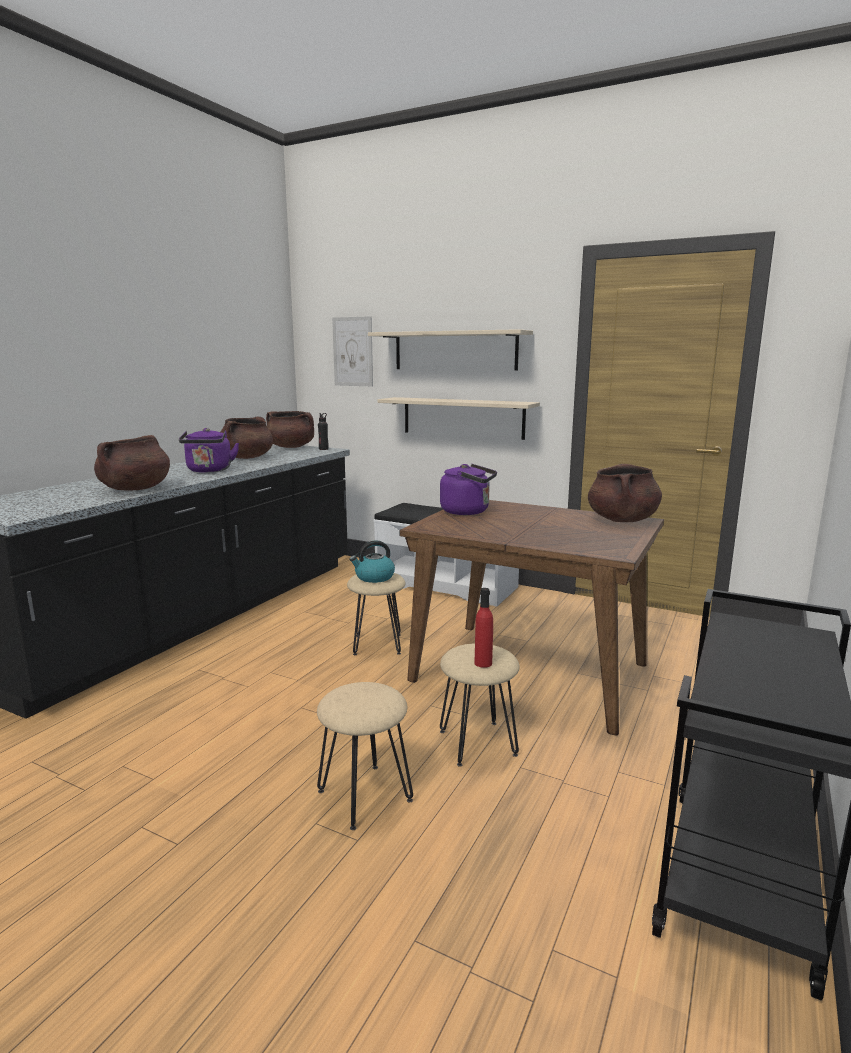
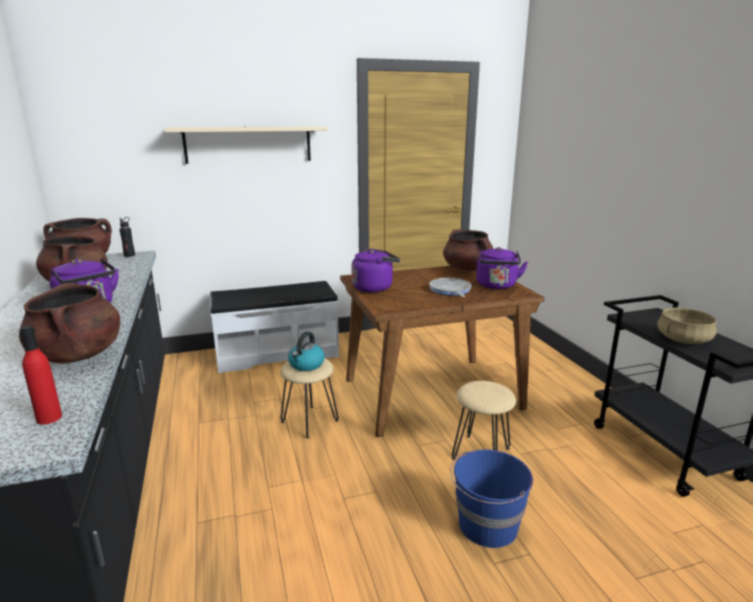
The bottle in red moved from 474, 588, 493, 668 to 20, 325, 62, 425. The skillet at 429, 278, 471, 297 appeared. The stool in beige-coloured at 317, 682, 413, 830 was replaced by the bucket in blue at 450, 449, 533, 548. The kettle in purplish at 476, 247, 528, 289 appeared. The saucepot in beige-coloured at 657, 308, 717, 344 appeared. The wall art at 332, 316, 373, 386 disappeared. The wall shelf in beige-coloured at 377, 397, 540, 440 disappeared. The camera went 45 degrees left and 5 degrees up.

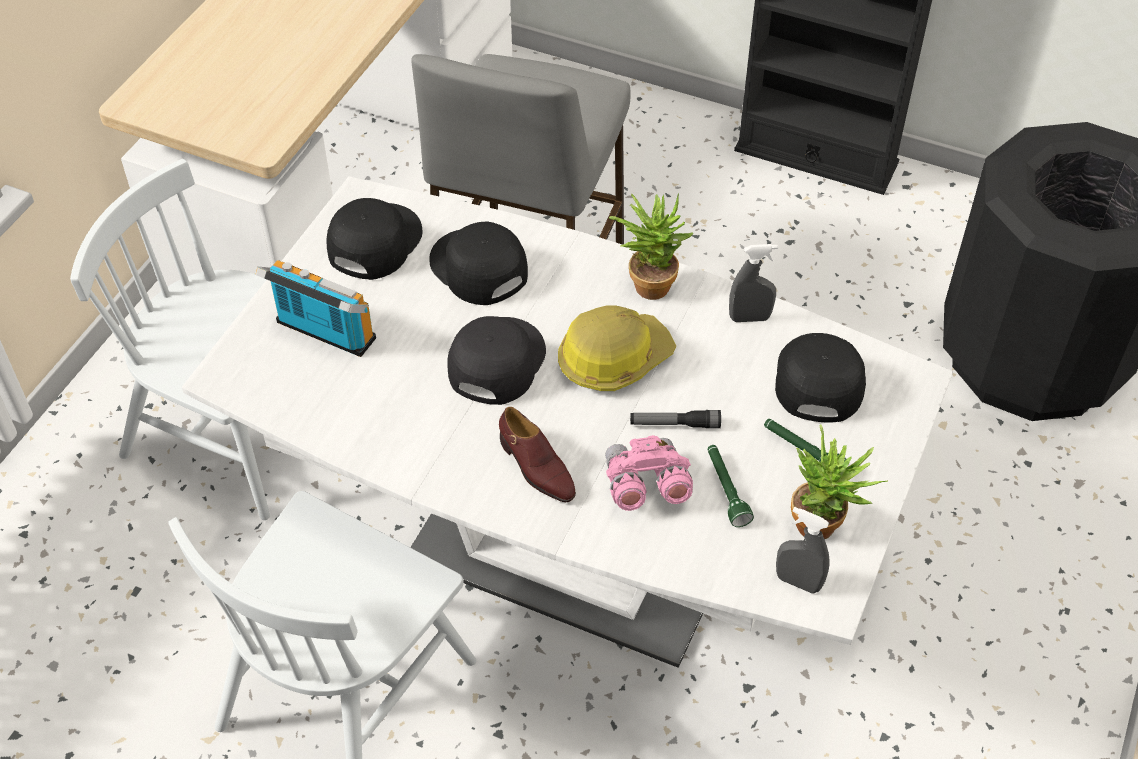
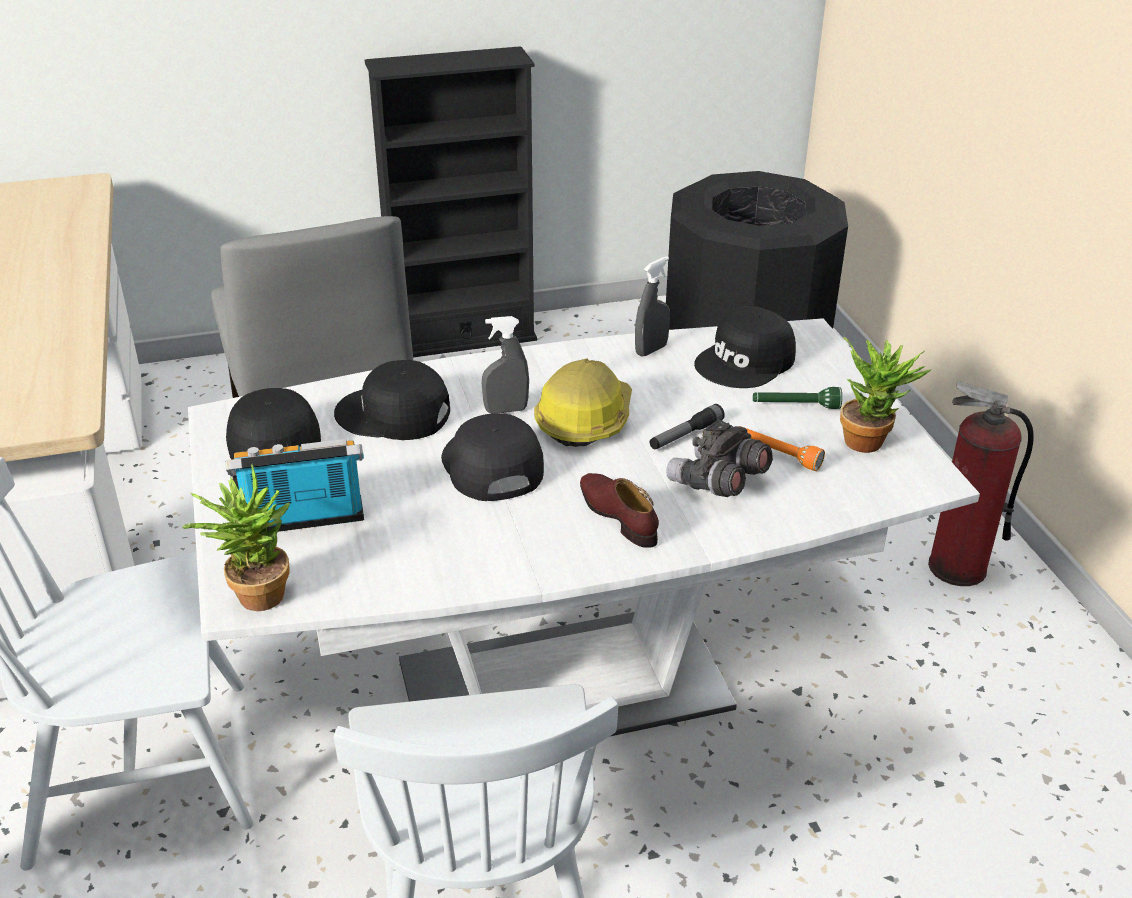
The plant in a pot moved from 609, 193, 694, 300 to 182, 465, 290, 611. The sprayer in greyish moved from 776, 507, 830, 594 to 482, 316, 529, 413. The low shoe in brownish at 499, 407, 576, 502 turned 135 degrees counterclockwise. The field glasses in pink at 605, 435, 693, 511 became the field glasses in greyish at 666, 419, 773, 497. The baseball cap in blackish at 775, 333, 866, 423 turned 105 degrees counterclockwise. The hand torch in green at 708, 445, 754, 527 became the hand torch in orangey at 739, 426, 825, 471. The fire extinguisher at 928, 381, 1034, 586 appeared. The camera went 40 degrees left and 15 degrees down.

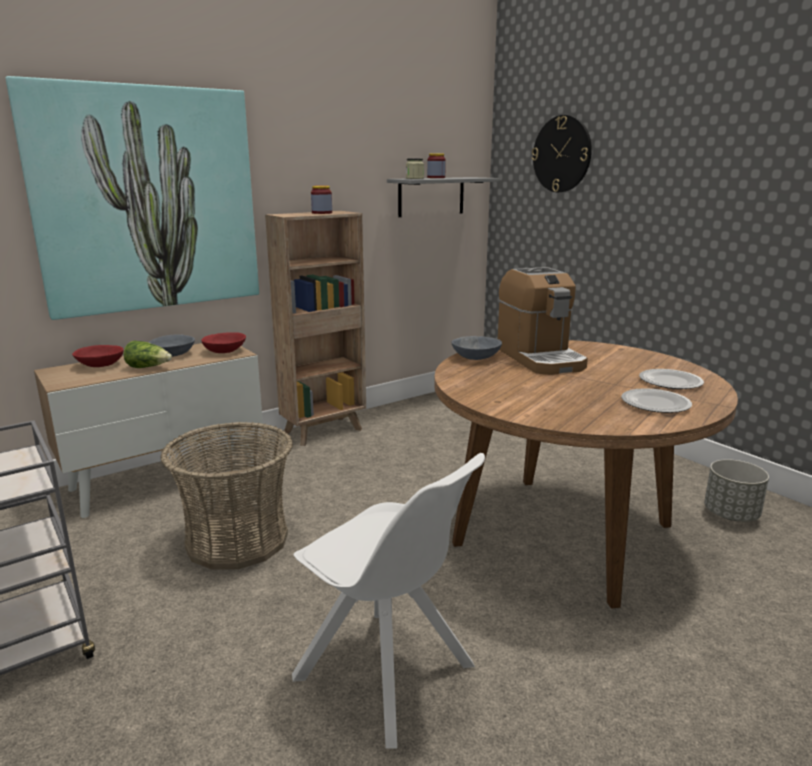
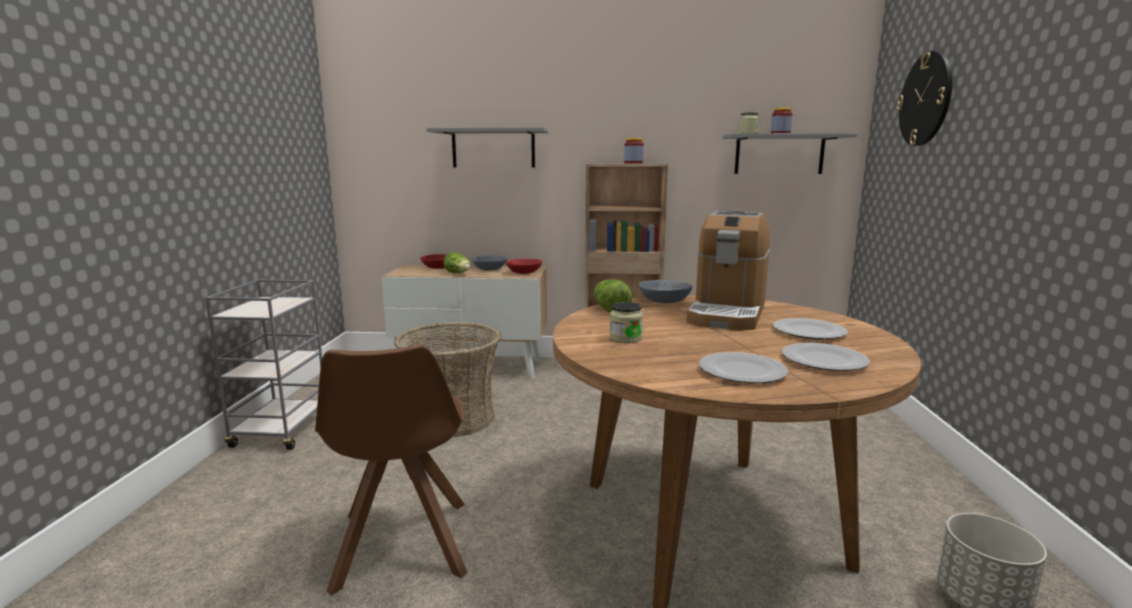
The upright chair in white at 292, 453, 485, 749 became the upright chair in brownish at 315, 345, 468, 596. The wall art at 6, 76, 259, 320 was replaced by the wall shelf in greyish at 426, 127, 548, 168. The lettuce head at 594, 279, 632, 312 appeared. The storage jar at 610, 302, 643, 343 appeared. The dinner plate at 773, 318, 848, 340 appeared. The camera went 40 degrees right and 5 degrees down.

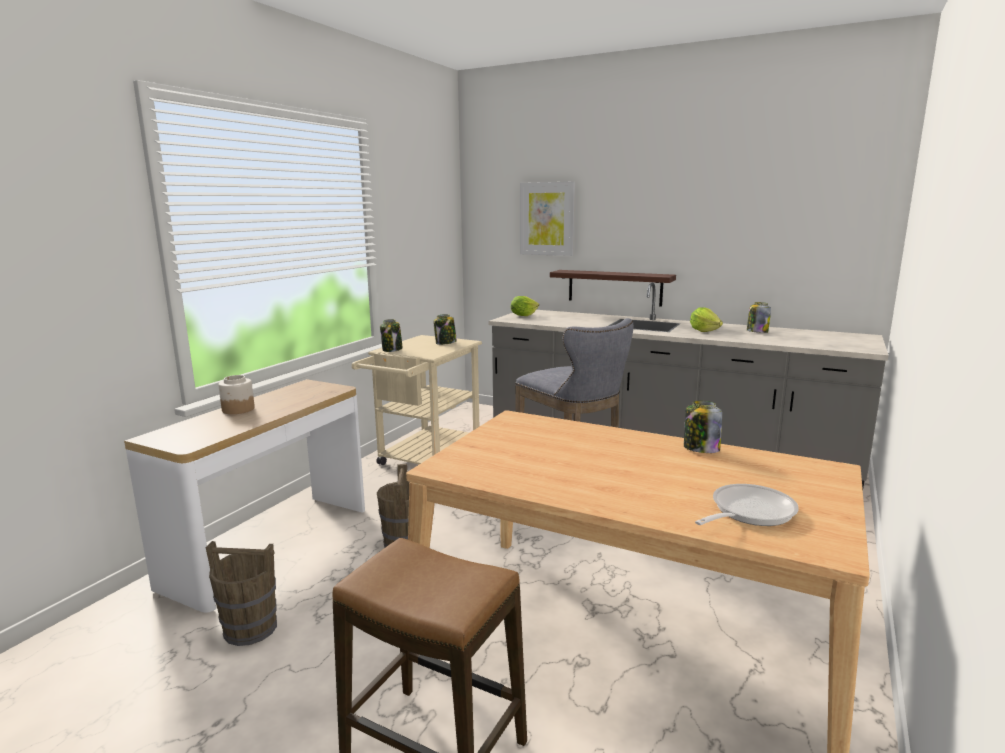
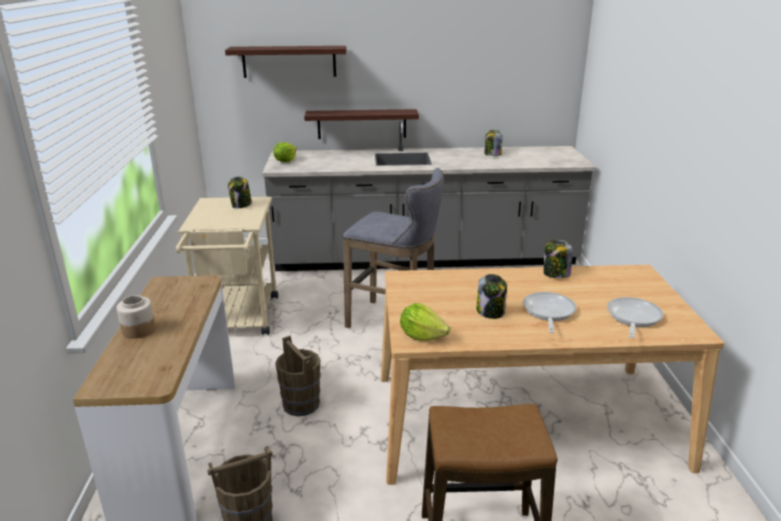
The wall art at 520, 181, 575, 256 was replaced by the wall shelf at 225, 46, 347, 78. The lettuce head moved from 690, 307, 723, 332 to 400, 303, 450, 341. The storage jar moved from 380, 319, 402, 352 to 477, 274, 507, 319. The skillet at 523, 292, 576, 333 appeared. The camera went 30 degrees left and 10 degrees up.

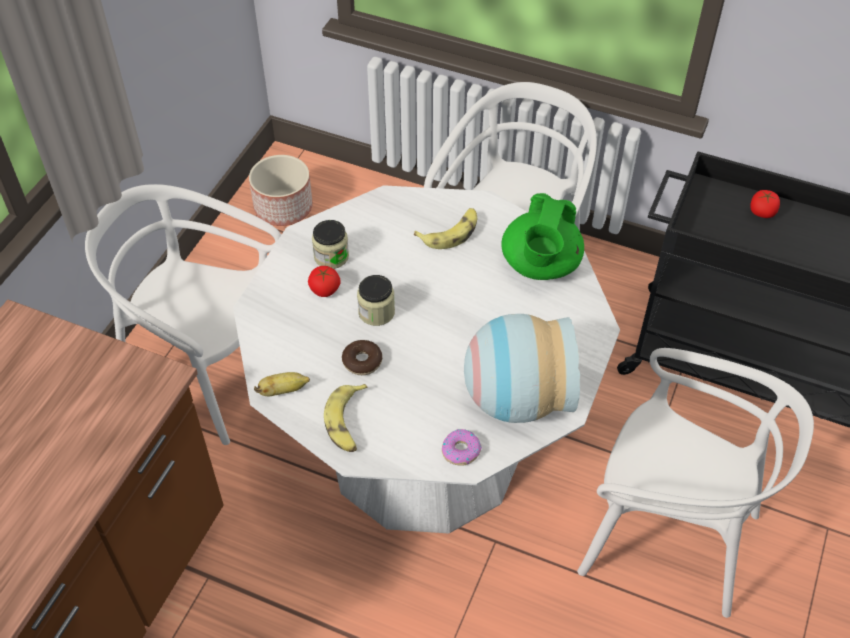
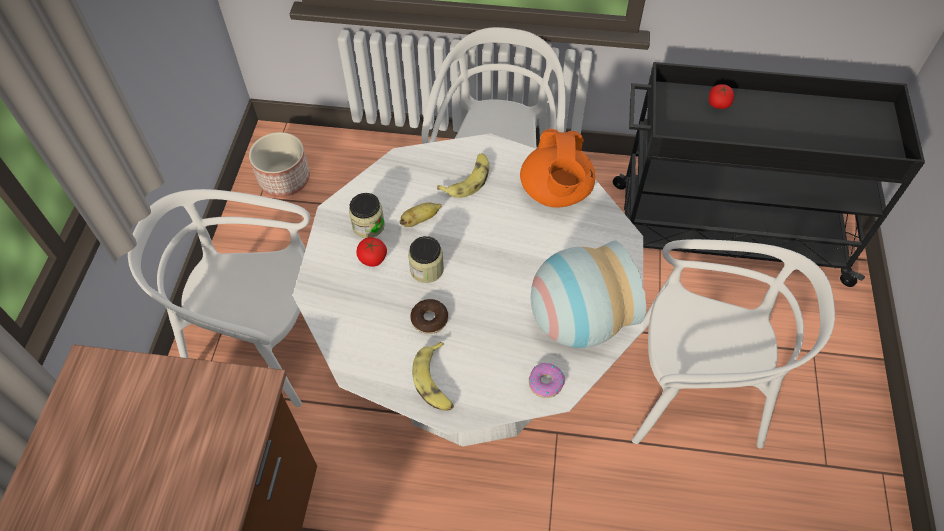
The banana moved from 254, 372, 310, 396 to 400, 203, 442, 227. The pot for tea in green at 501, 193, 584, 280 became the pot for tea in orangey at 520, 129, 595, 208. The camera went 15 degrees left and 5 degrees up.

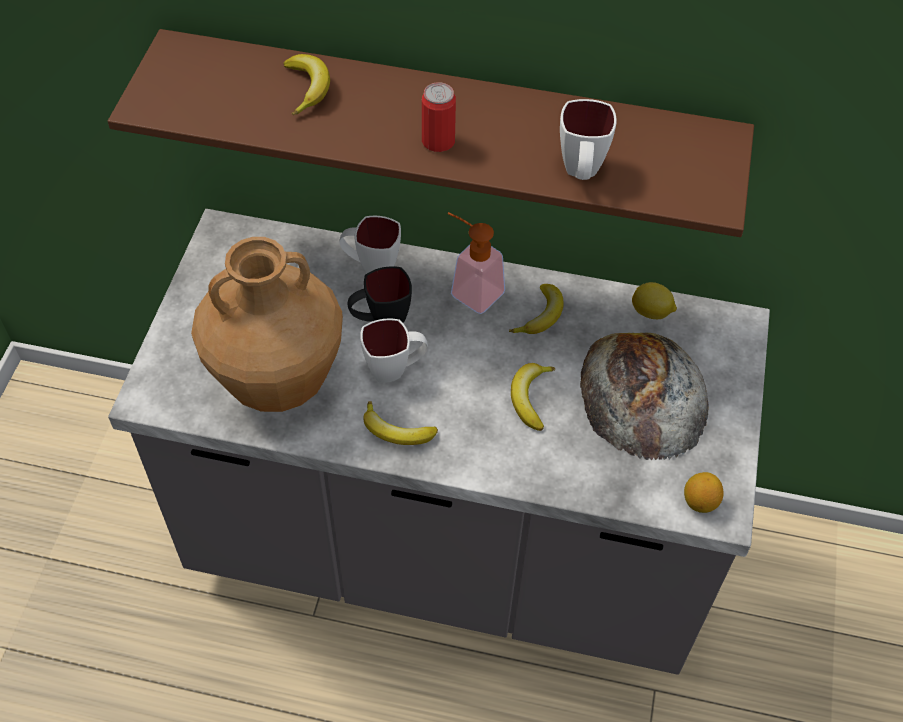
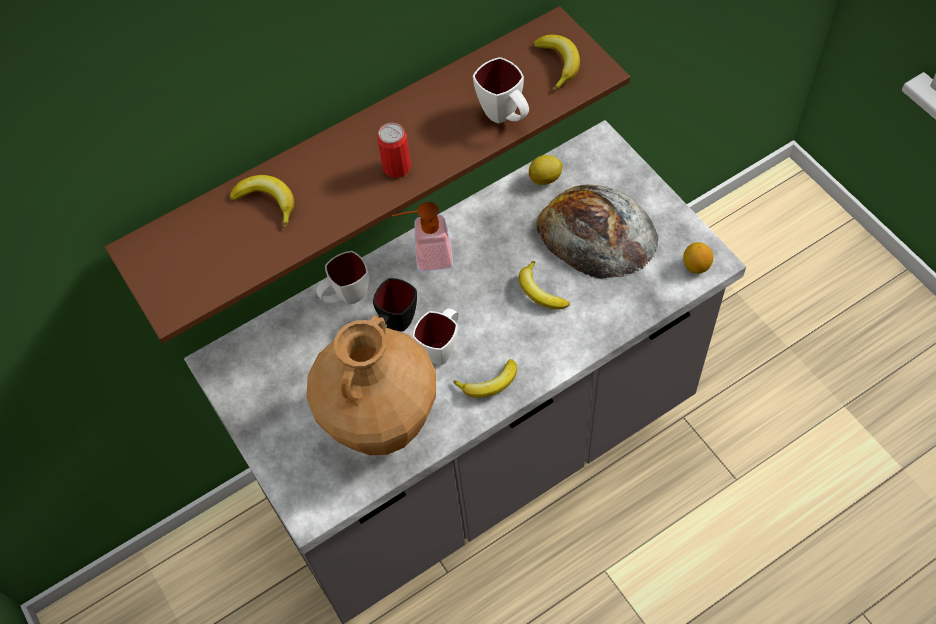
The banana moved from 509, 284, 564, 334 to 534, 35, 580, 90. The camera went 40 degrees left and 5 degrees up.

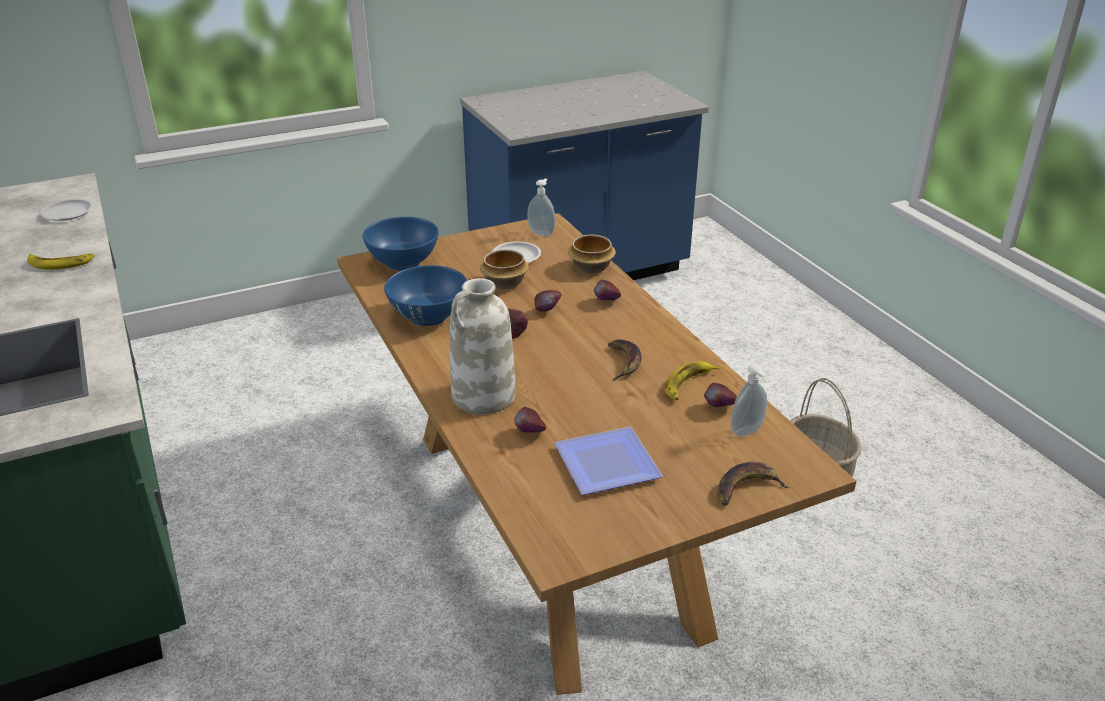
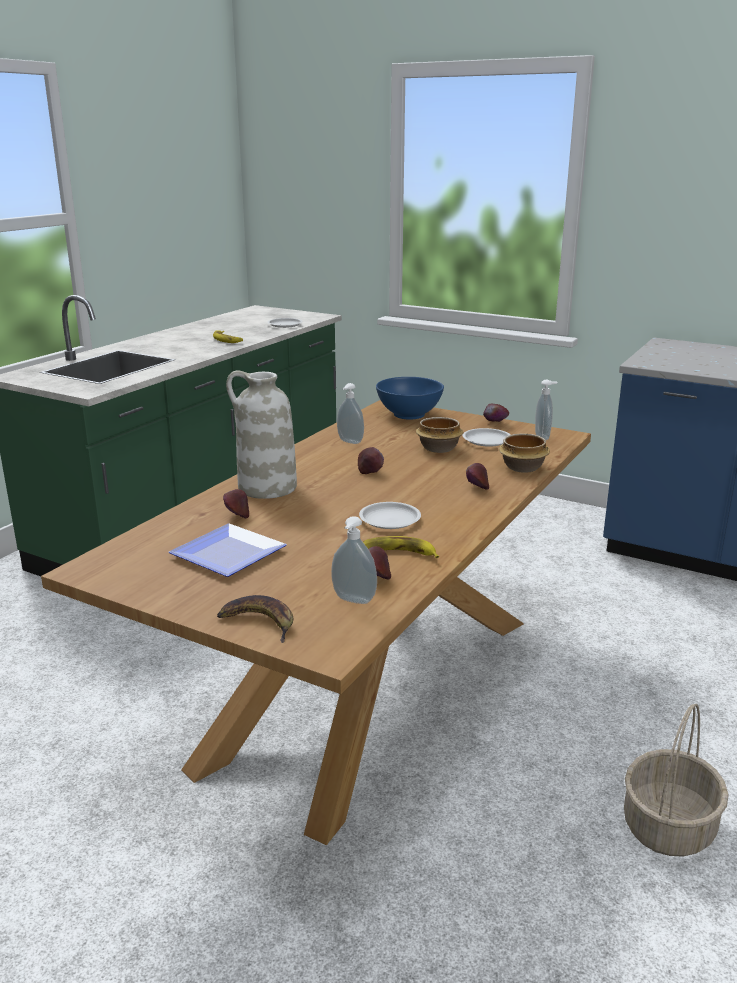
The bowl in blue at 384, 265, 467, 326 was replaced by the liquid soap bottle at 337, 383, 364, 444. The banana at 608, 339, 641, 381 was replaced by the dinner plate in white at 359, 502, 421, 529. The apple fruit moved from 535, 290, 562, 311 to 483, 404, 509, 422. The camera went 55 degrees right and 10 degrees down.

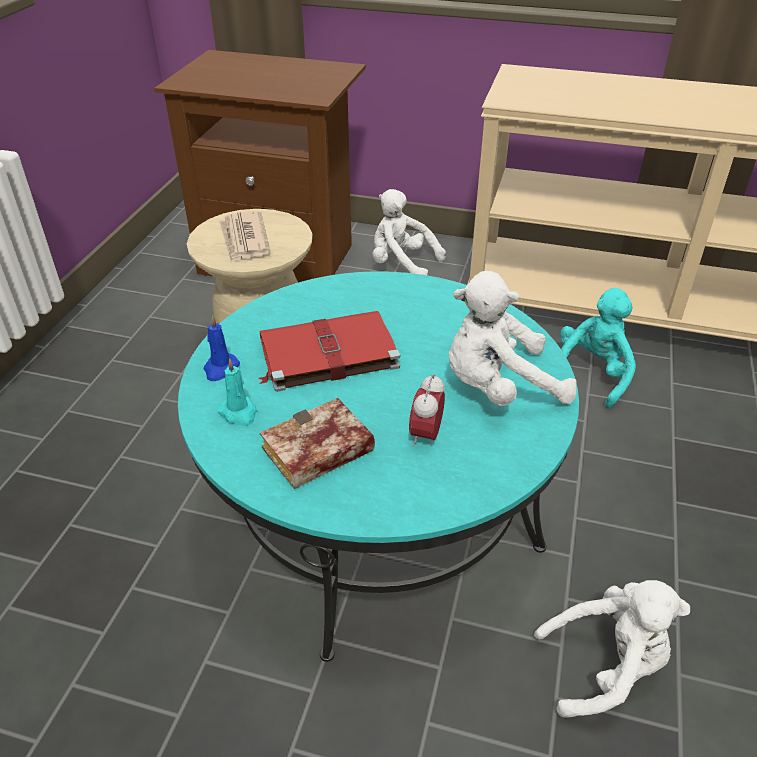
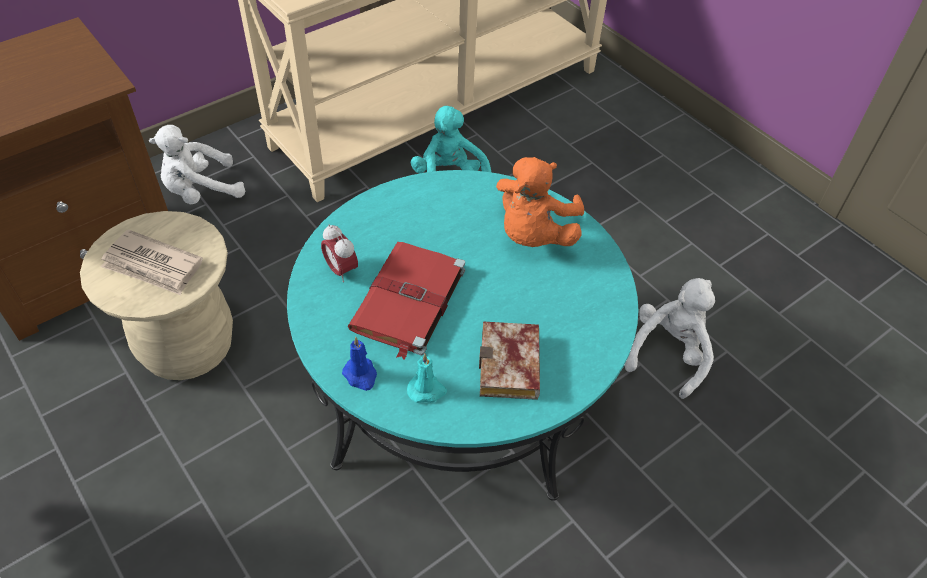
The bedside clock moved from 409, 374, 445, 446 to 321, 224, 358, 283. The cuddly toy in white at 449, 271, 576, 406 became the cuddly toy in orangey at 496, 157, 584, 247. The camera went 55 degrees left and 10 degrees up.

